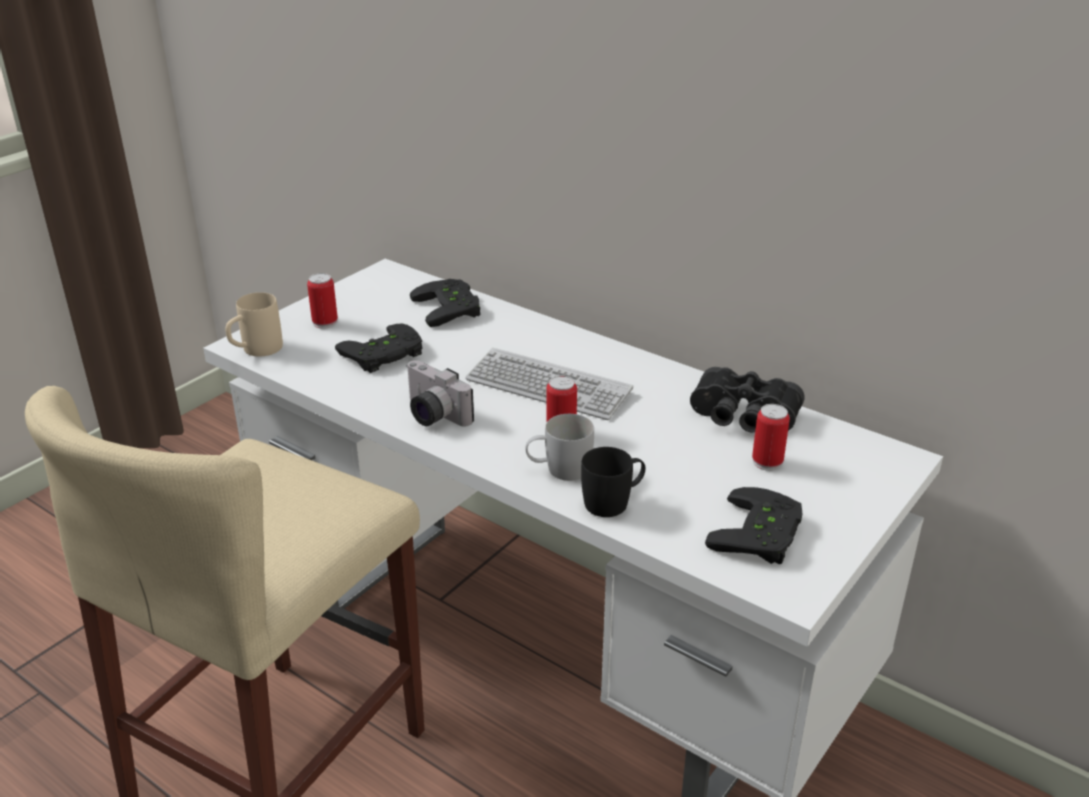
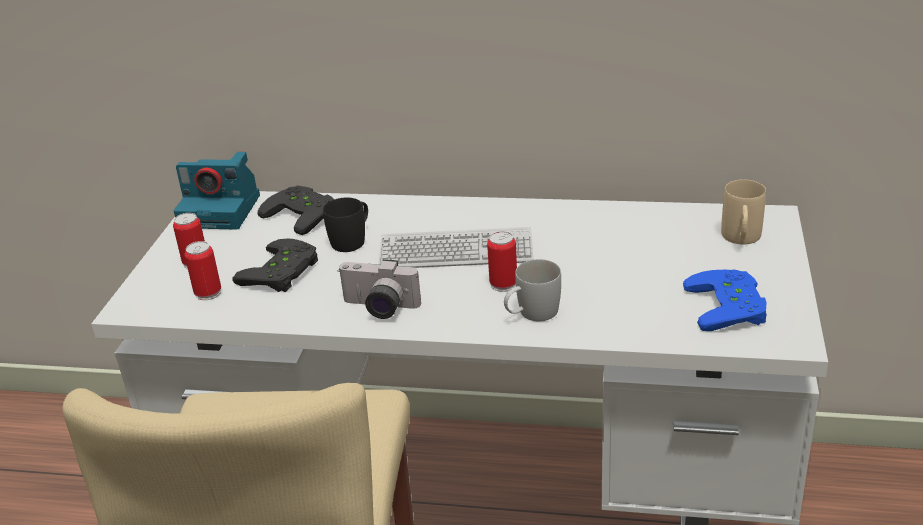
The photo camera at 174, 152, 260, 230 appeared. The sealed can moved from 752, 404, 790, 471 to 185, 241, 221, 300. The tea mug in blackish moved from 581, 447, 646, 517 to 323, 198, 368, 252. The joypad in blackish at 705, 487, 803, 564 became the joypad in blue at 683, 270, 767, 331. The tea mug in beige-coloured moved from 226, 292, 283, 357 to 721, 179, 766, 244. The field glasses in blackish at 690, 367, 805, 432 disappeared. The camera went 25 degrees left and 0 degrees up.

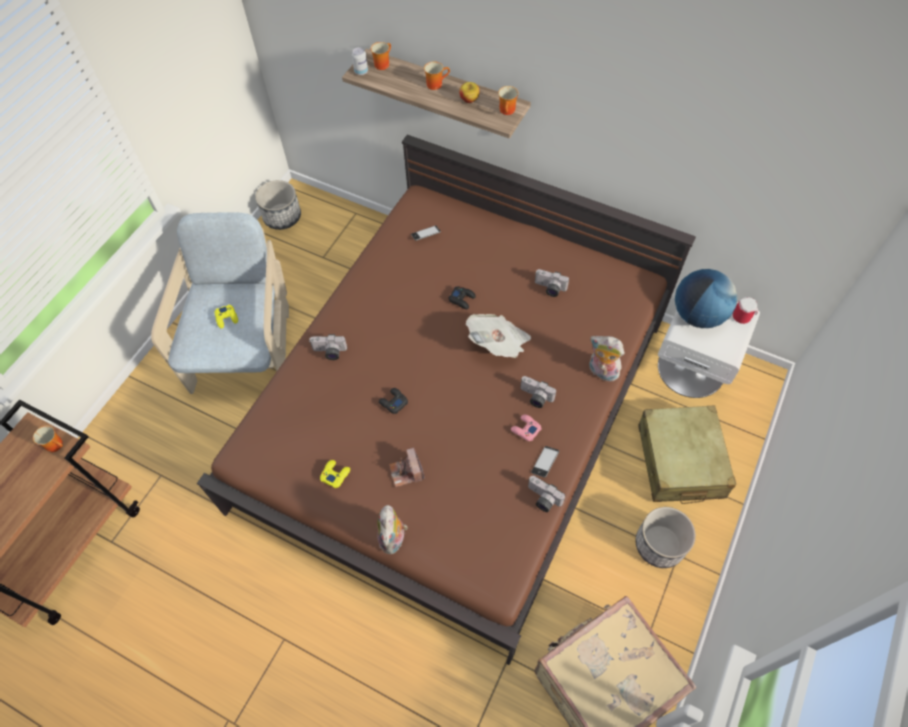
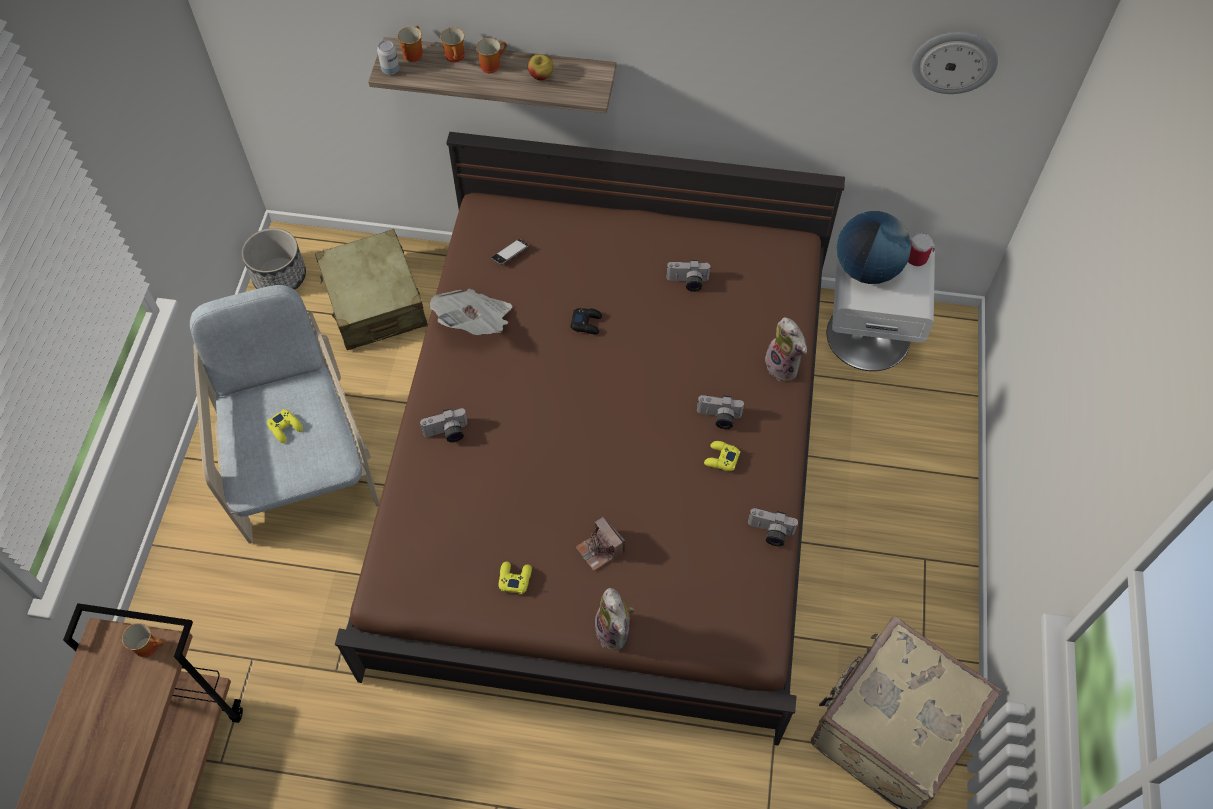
The suitcase in beige-coloured moved from 638, 405, 736, 504 to 315, 229, 428, 350. The newspaper moved from 466, 314, 531, 358 to 429, 289, 512, 335. The tea mug moved from 498, 86, 518, 115 to 440, 27, 465, 62. The joypad in pink at 511, 414, 541, 441 became the joypad in yellow-coloured at 704, 441, 740, 471. The cuddly toy at 589, 336, 624, 381 turned 135 degrees counterclockwise. The wall clock at 911, 32, 998, 94 appeared. The joypad in blackish at 379, 388, 408, 414 disappeared. The handset at 531, 446, 559, 478 disappeared. The planter at 636, 507, 696, 568 disappeared. The camera went 20 degrees left and 0 degrees up.

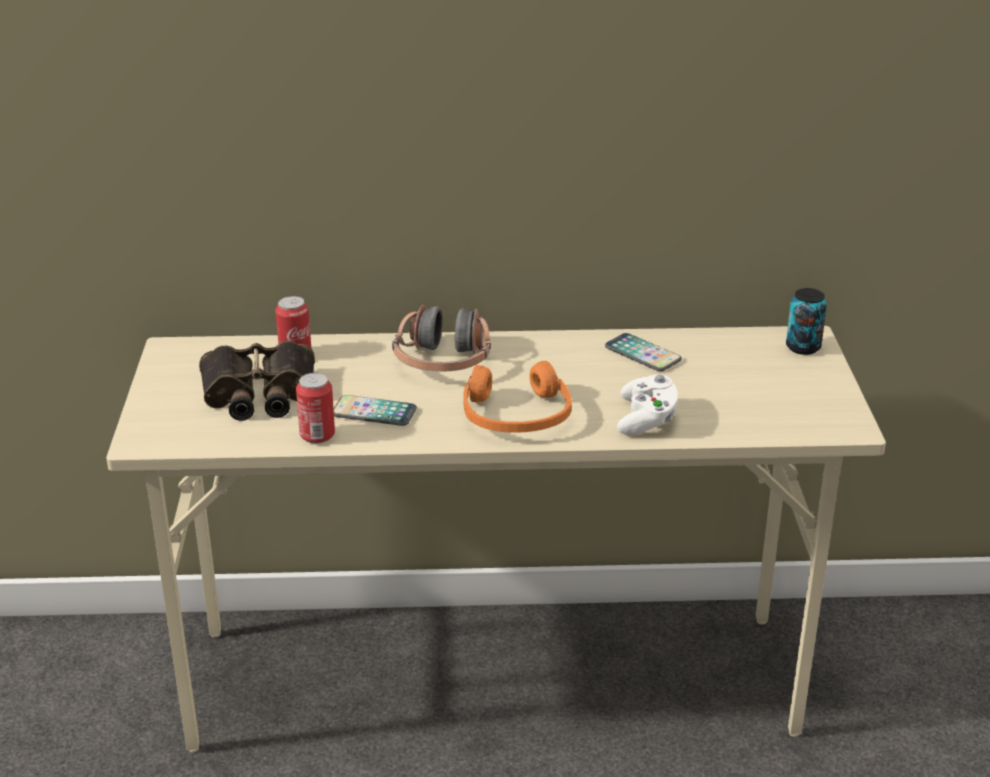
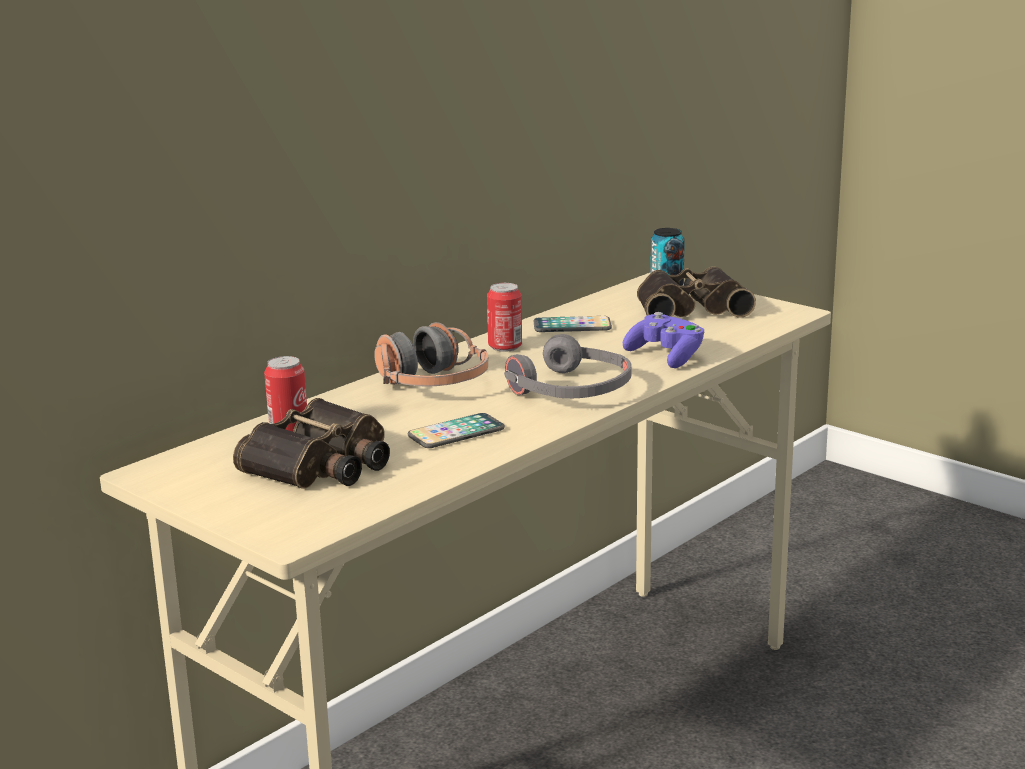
The sealed can moved from 296, 373, 335, 444 to 487, 283, 522, 352. The headphones in orangey at 463, 361, 572, 433 became the headphones in greyish at 504, 334, 632, 398. The joypad in white at 617, 374, 678, 435 became the joypad in purplish at 623, 312, 704, 368. The field glasses at 637, 266, 756, 318 appeared. The camera went 45 degrees left and 10 degrees down.

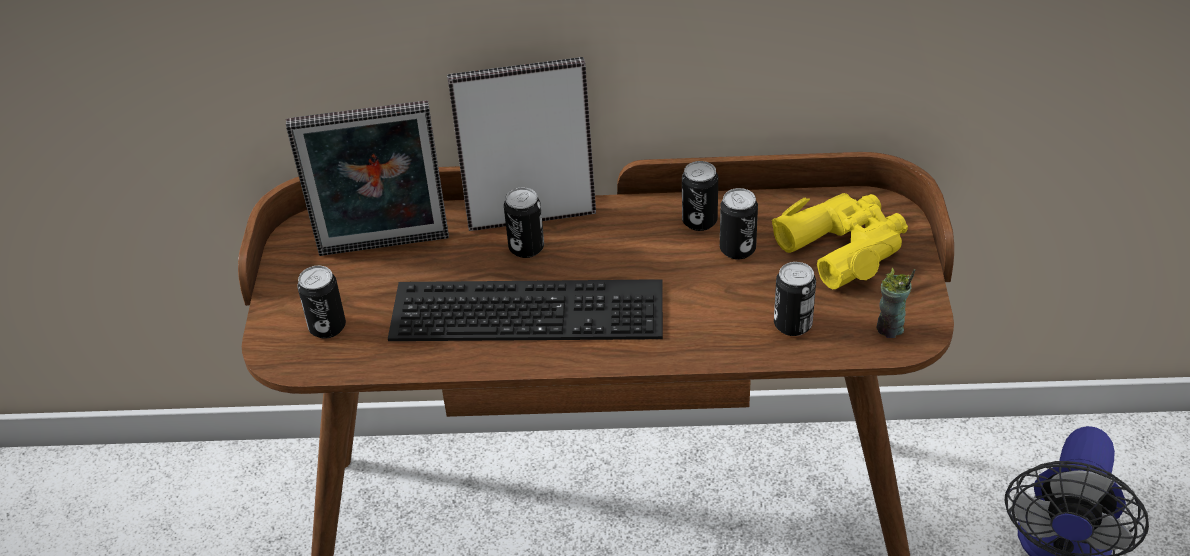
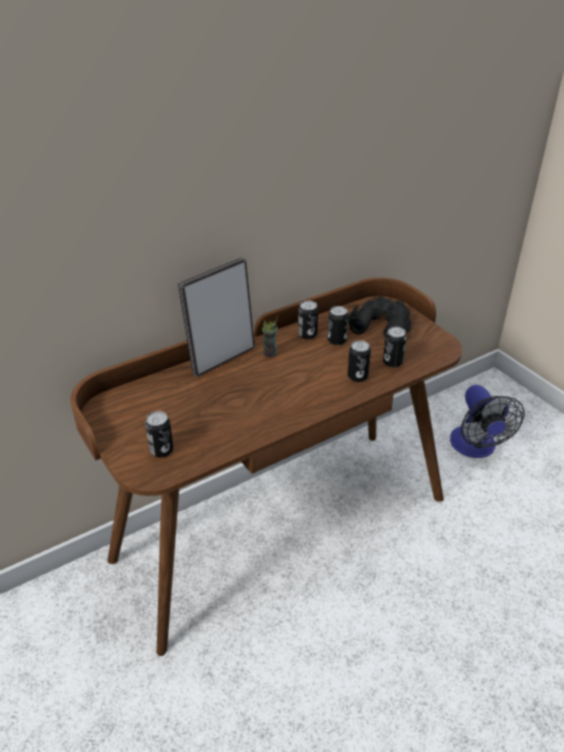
The cup moved from 877, 268, 915, 338 to 262, 316, 278, 358. The field glasses in yellow-coloured at 772, 193, 908, 289 became the field glasses in blackish at 348, 296, 412, 337. The sealed can moved from 504, 187, 544, 258 to 348, 340, 371, 382. The photo frame at 286, 100, 449, 256 disappeared. The PC keyboard at 388, 279, 663, 341 disappeared. The camera went 35 degrees left and 5 degrees down.

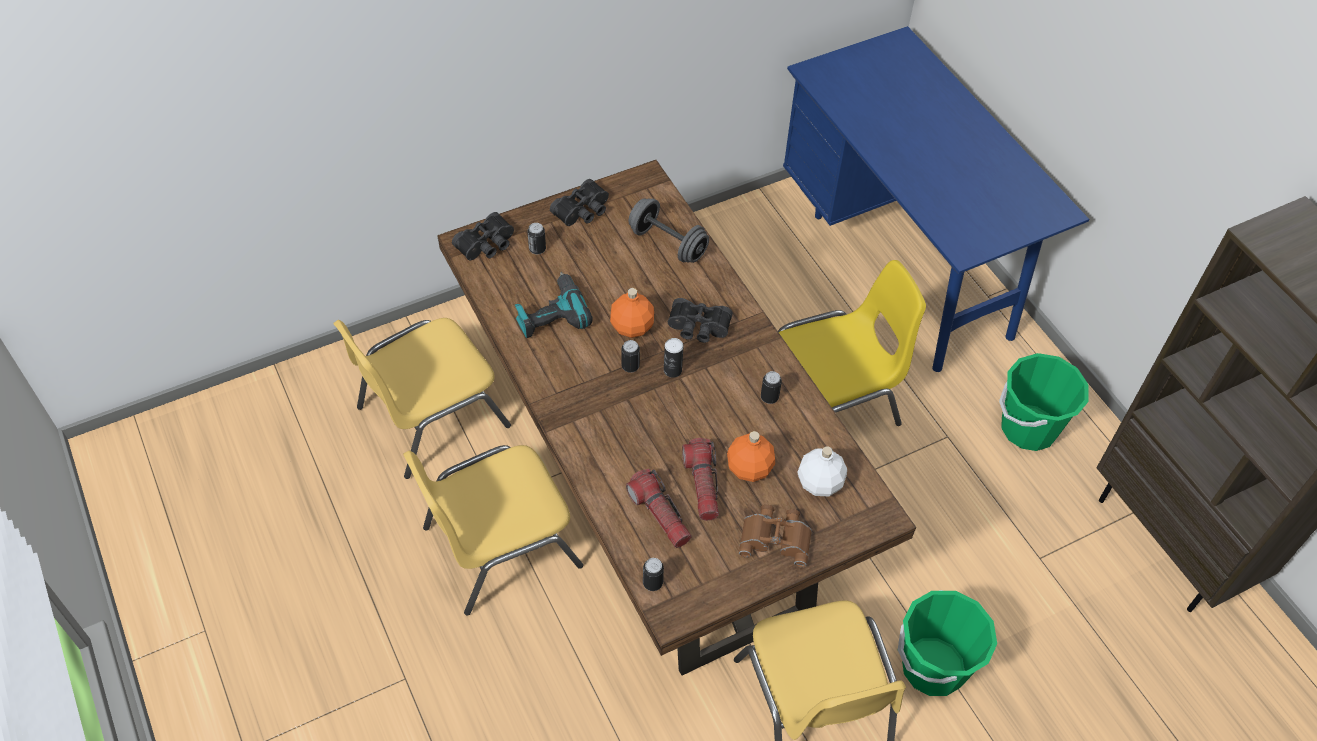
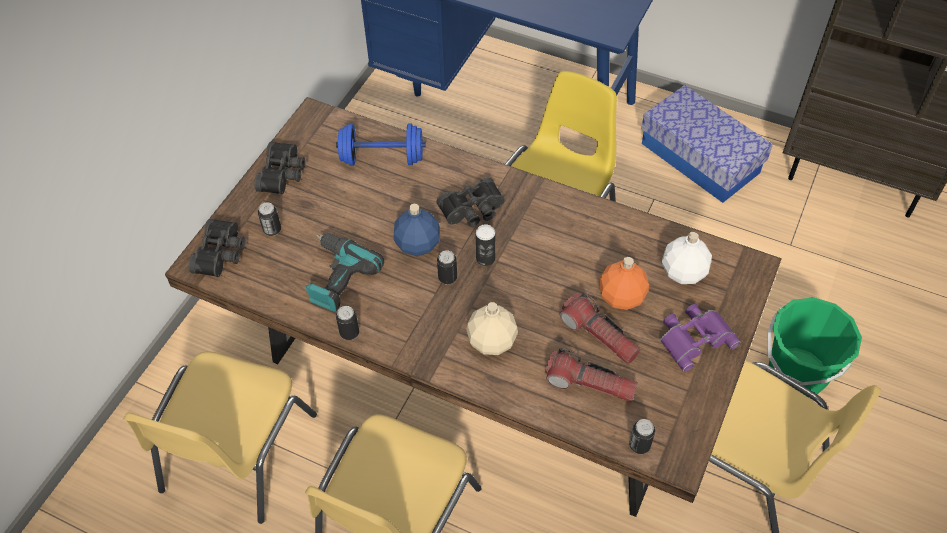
The free weight in greyish at 629, 198, 709, 263 became the free weight in blue at 336, 124, 426, 166. The sealed can moved from 761, 371, 782, 404 to 336, 306, 359, 340. The bottle in orangey at 610, 288, 654, 338 became the bottle in blue at 393, 204, 440, 256. The bottle in beige-coloured at 466, 302, 518, 355 appeared. The bucket in green at 999, 353, 1089, 451 was replaced by the storage bin at 641, 85, 773, 203. The field glasses in brownish at 739, 504, 812, 567 became the field glasses in purplish at 660, 304, 741, 372. The camera went 35 degrees left and 0 degrees up.

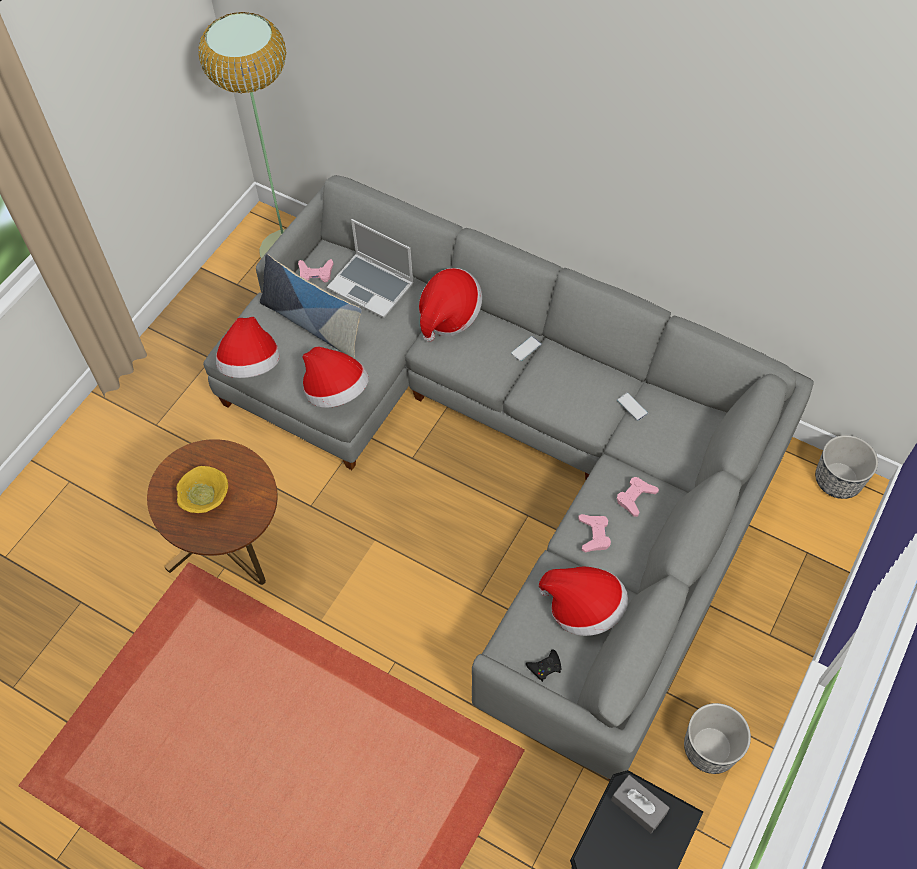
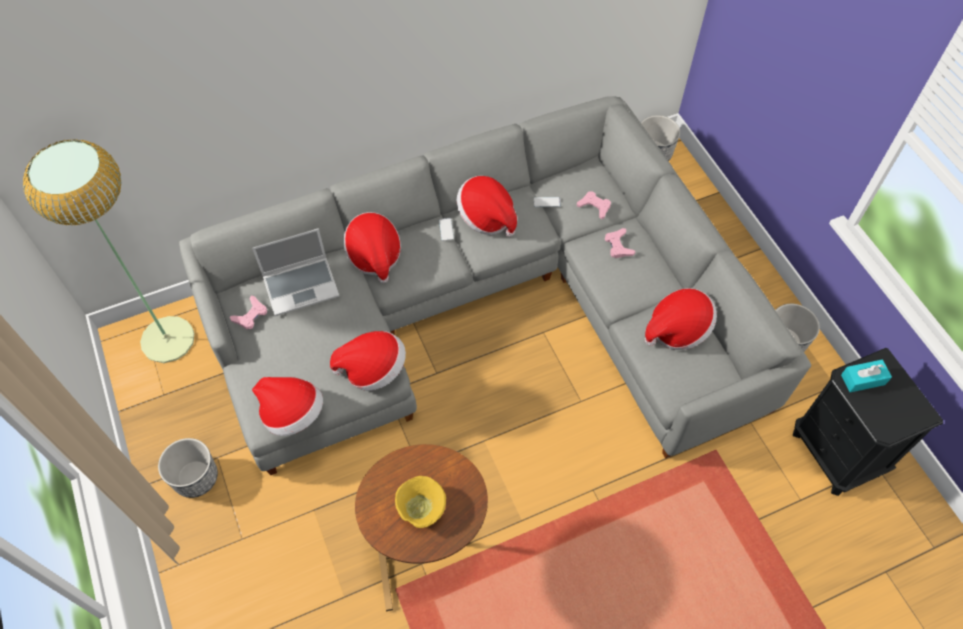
The planter at 158, 438, 218, 498 appeared. The wearable hat at 457, 176, 517, 237 appeared. The joypad in pink moved from 578, 514, 611, 553 to 577, 191, 611, 219. The tissue box in greyish at 611, 775, 670, 833 became the tissue box in blue-green at 841, 359, 892, 392. The cushion at 260, 254, 362, 359 disappeared. The joypad in blackish at 526, 649, 562, 682 disappeared. The camera went 55 degrees left and 0 degrees up.

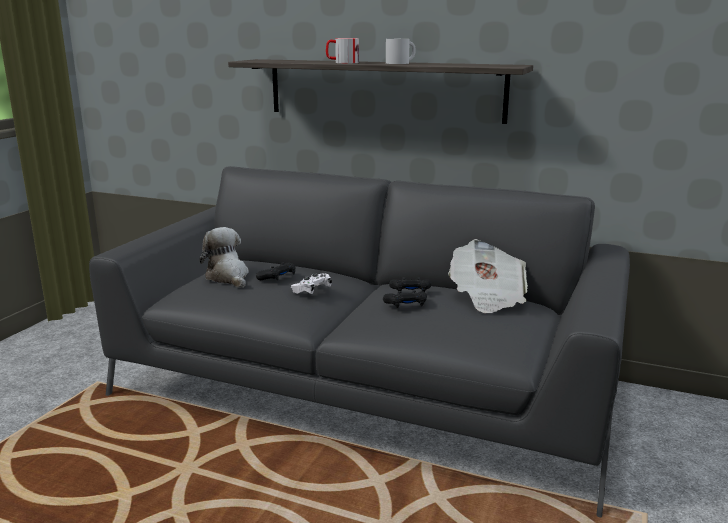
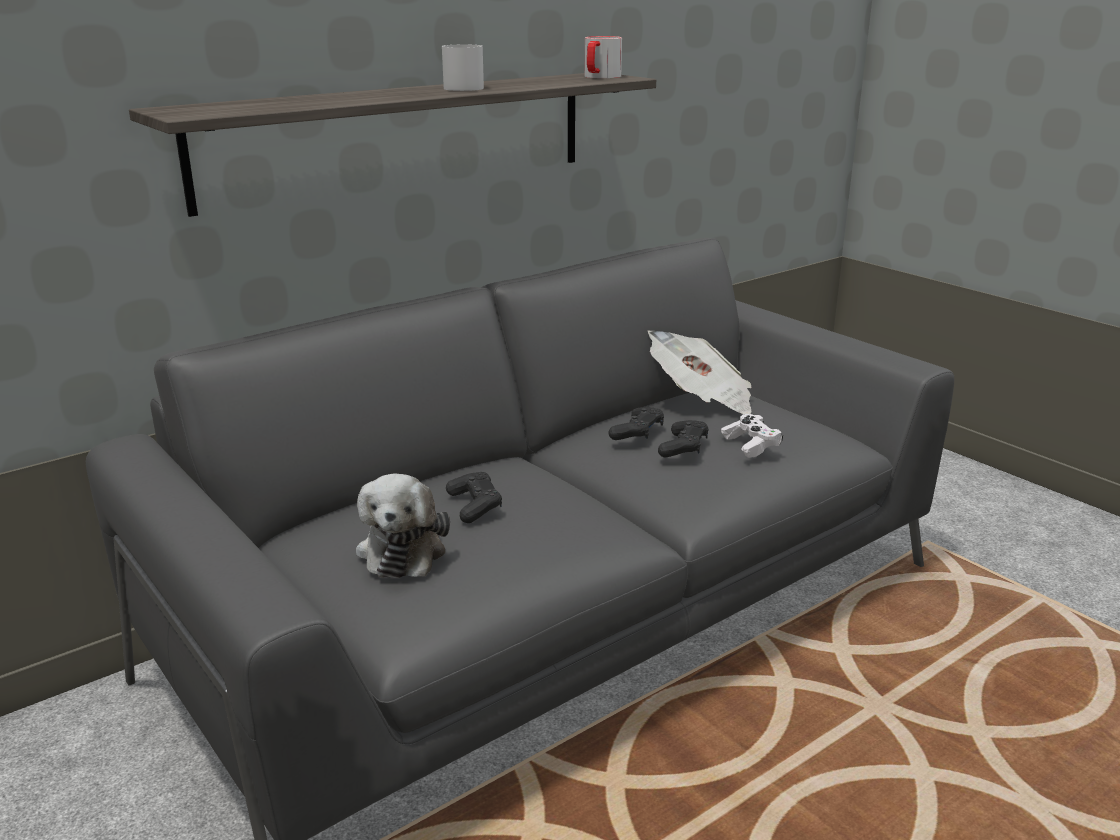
The cuddly toy at 199, 227, 249, 288 turned 90 degrees counterclockwise. The tea mug moved from 326, 38, 359, 63 to 584, 36, 622, 78. The joypad in white moved from 291, 273, 332, 294 to 721, 414, 783, 458. The camera went 60 degrees left and 5 degrees up.

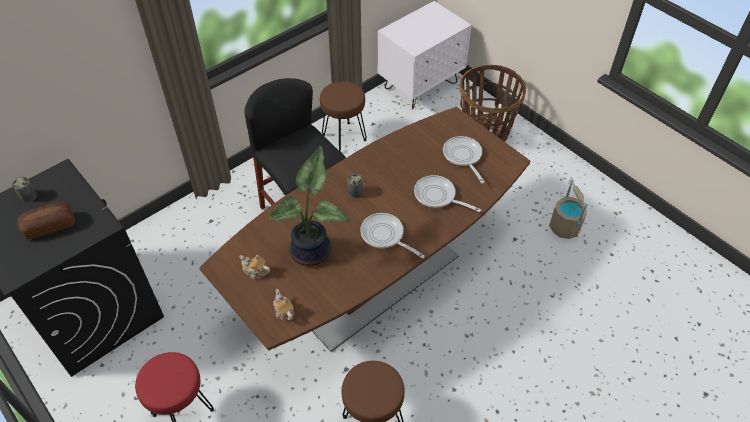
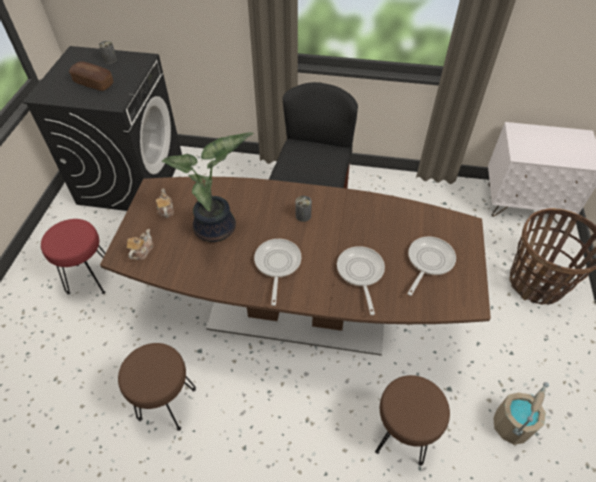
The stool in brownish moved from 320, 81, 367, 152 to 375, 375, 450, 466. The camera went 50 degrees right and 0 degrees up.

